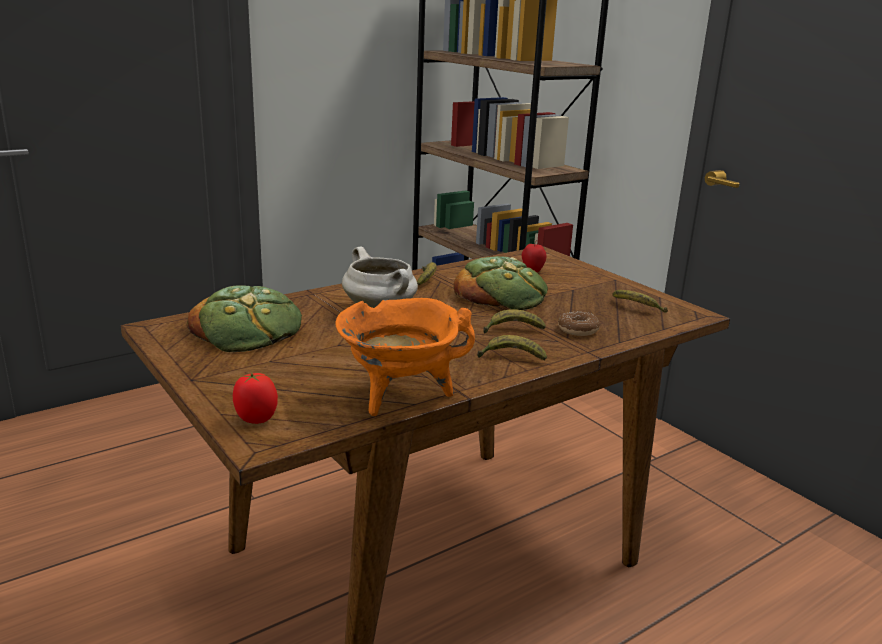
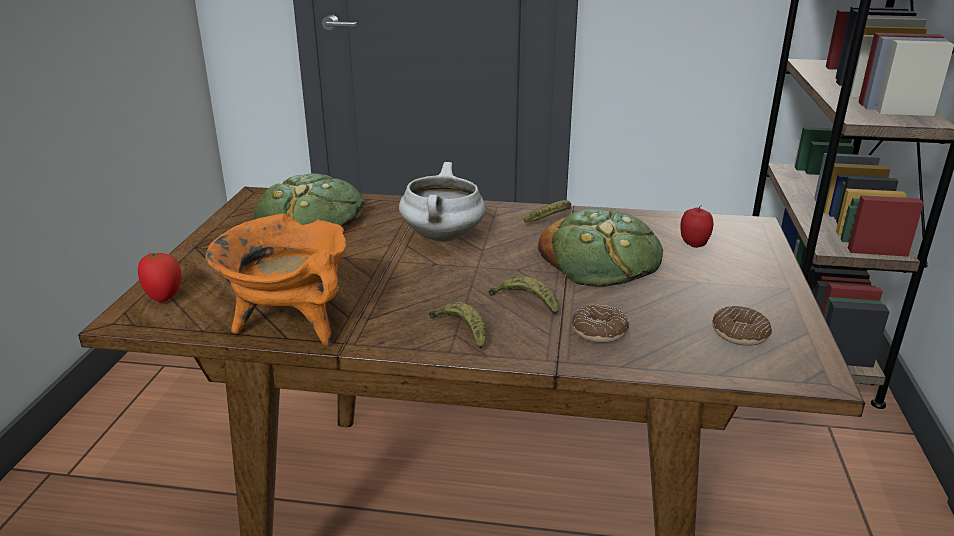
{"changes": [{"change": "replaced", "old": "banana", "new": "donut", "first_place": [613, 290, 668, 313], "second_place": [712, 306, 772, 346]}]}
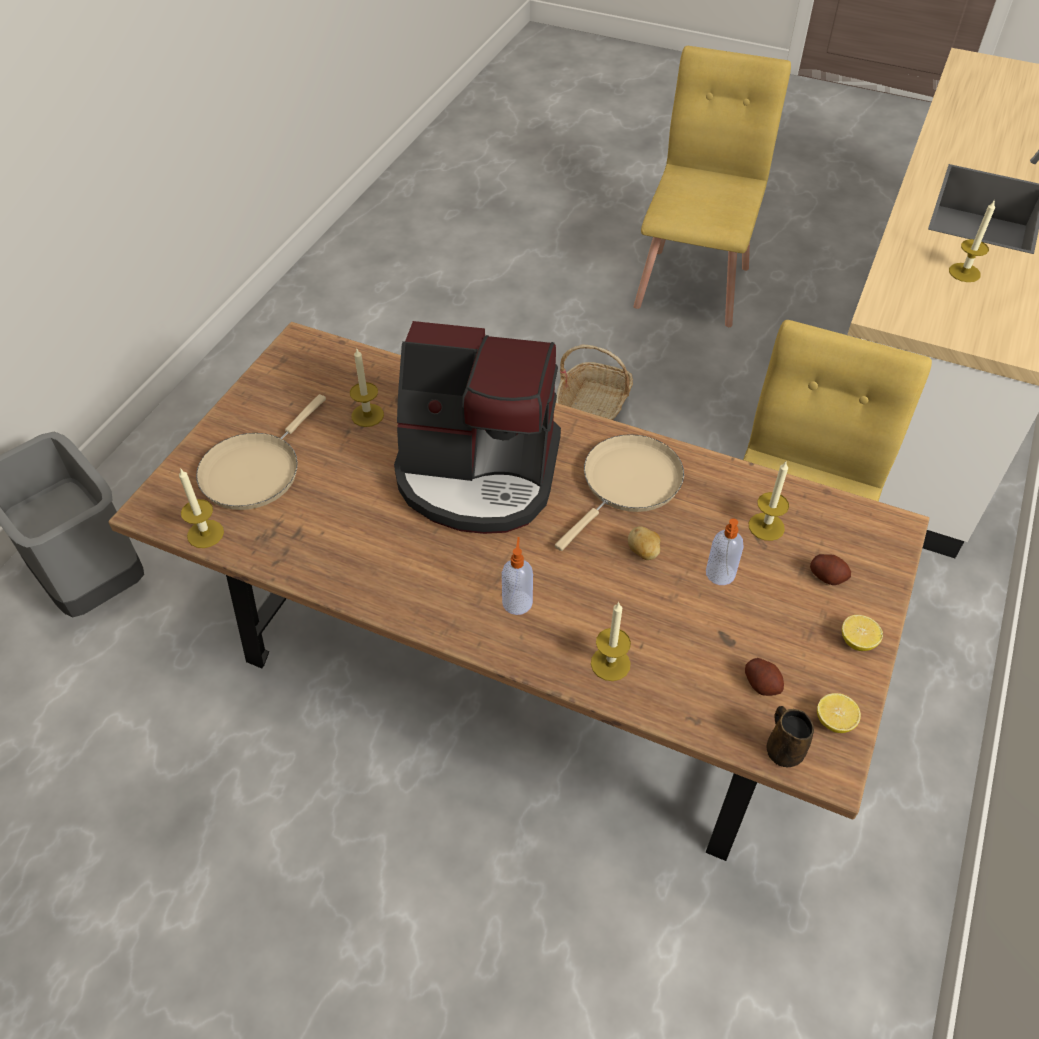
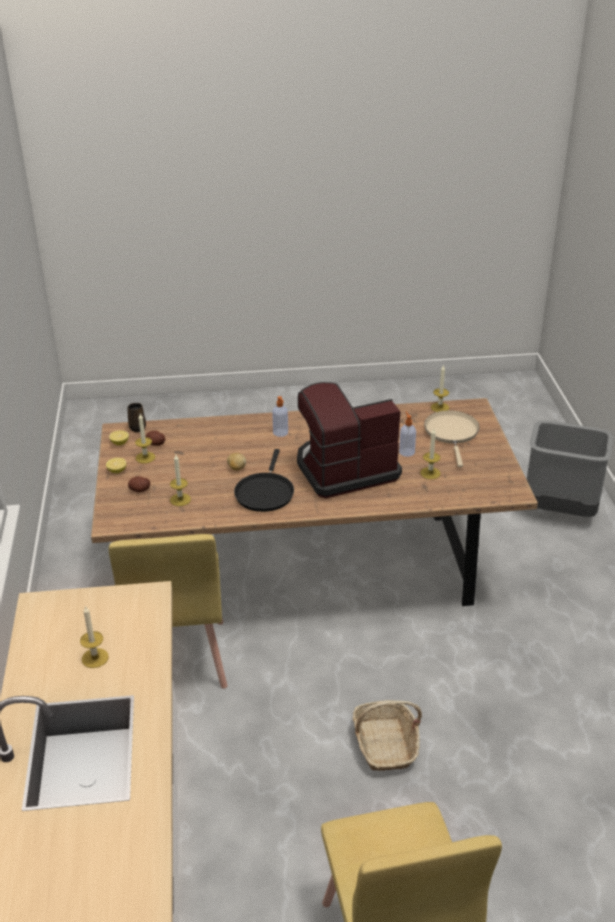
{"changes": [{"change": "recoloured", "old": "frying pan in beige", "new": "frying pan in black", "first_place": [555, 434, 684, 551], "second_place": [234, 449, 294, 512]}, {"change": "moved", "old": "candle", "first_place": [591, 602, 631, 681], "second_place": [135, 414, 155, 463]}, {"change": "moved", "old": "soap dispenser", "first_place": [706, 518, 744, 585], "second_place": [399, 412, 416, 457]}]}
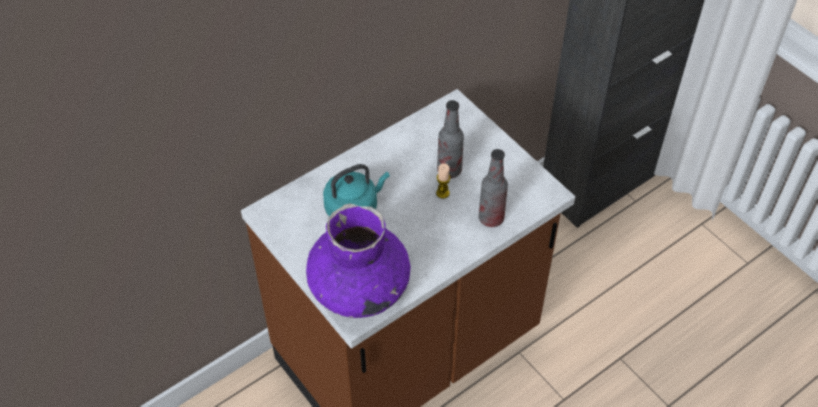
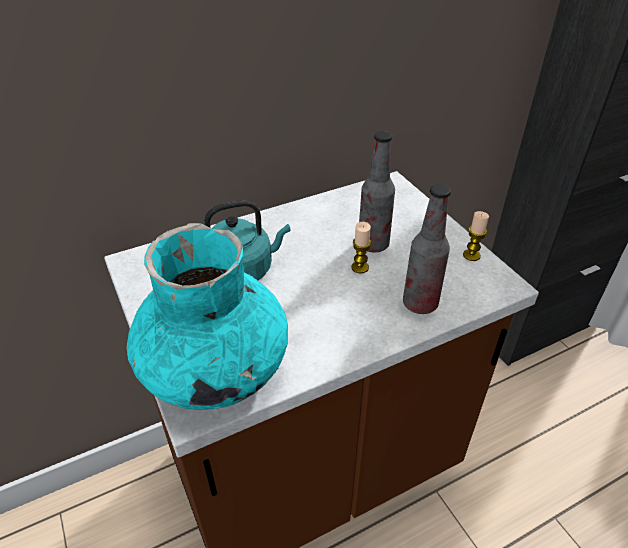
{"changes": [{"change": "recoloured", "old": "vase in purple", "new": "vase in turquoise", "first_place": [306, 204, 411, 318], "second_place": [127, 223, 288, 410]}, {"change": "added", "new": "candle", "second_place": [463, 211, 489, 261]}]}
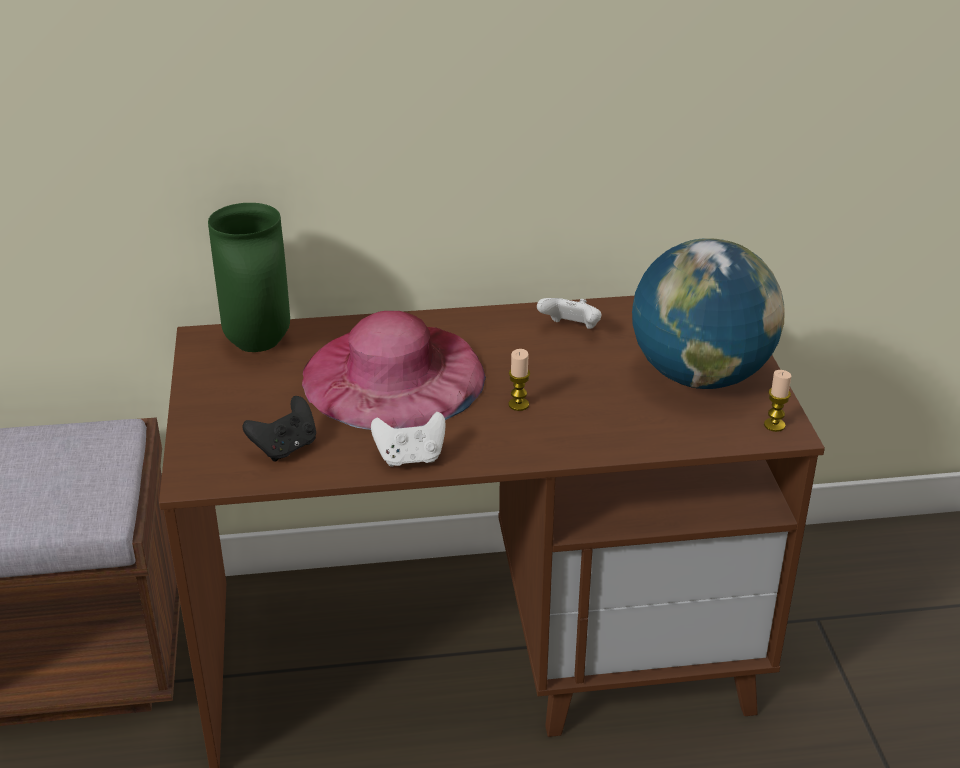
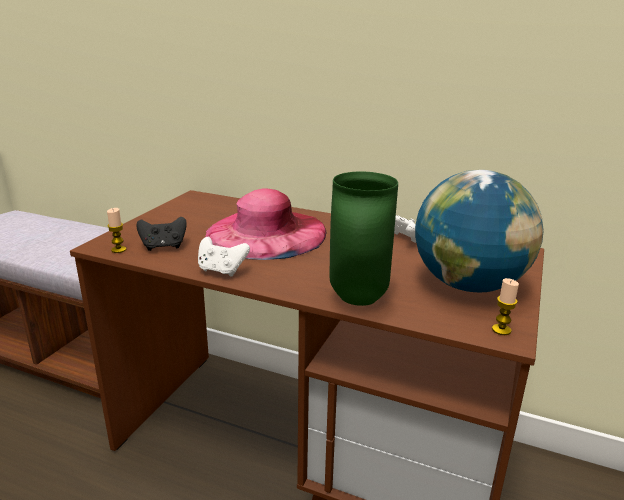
{"changes": [{"change": "moved", "old": "vase in green", "first_place": [208, 203, 290, 352], "second_place": [330, 171, 398, 306]}, {"change": "moved", "old": "candle", "first_place": [508, 349, 530, 411], "second_place": [107, 208, 126, 253]}]}
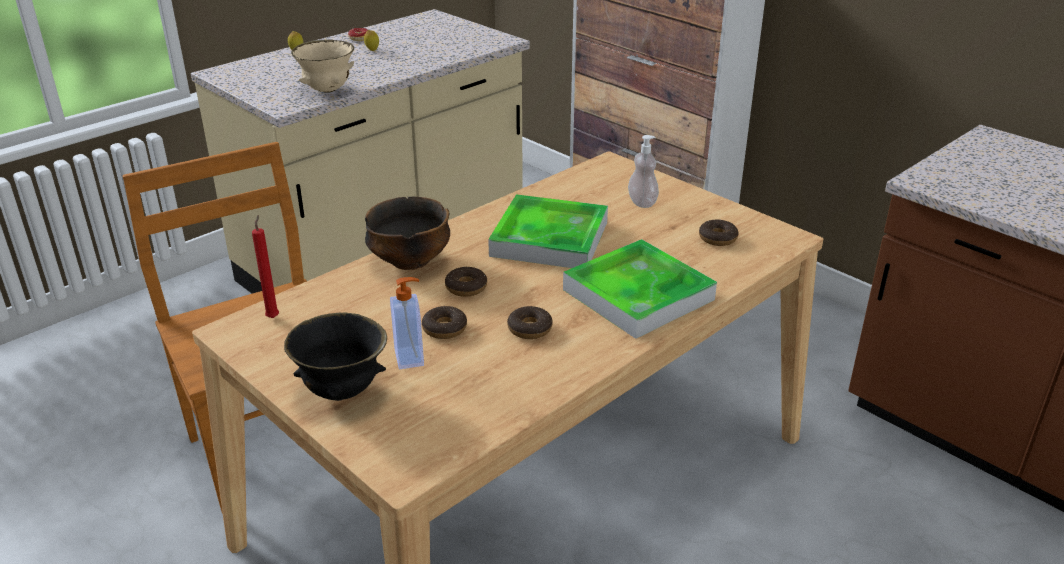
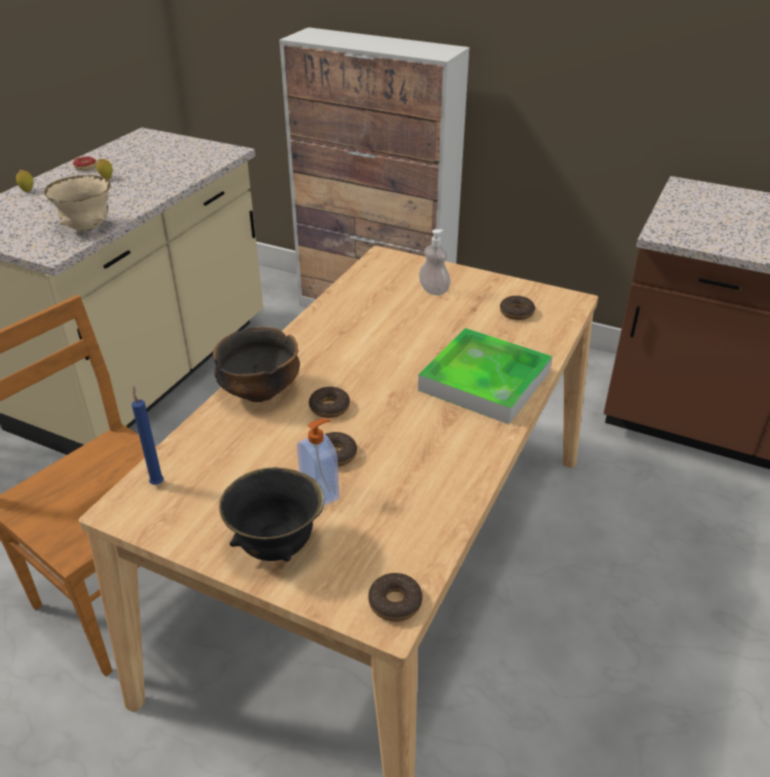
{"changes": [{"change": "recoloured", "old": "candle in red", "new": "candle in blue", "first_place": [252, 215, 279, 318], "second_place": [132, 386, 164, 485]}, {"change": "removed", "old": "tray", "first_place": [488, 194, 608, 268]}, {"change": "moved", "old": "donut", "first_place": [507, 306, 553, 339], "second_place": [368, 573, 422, 622]}]}
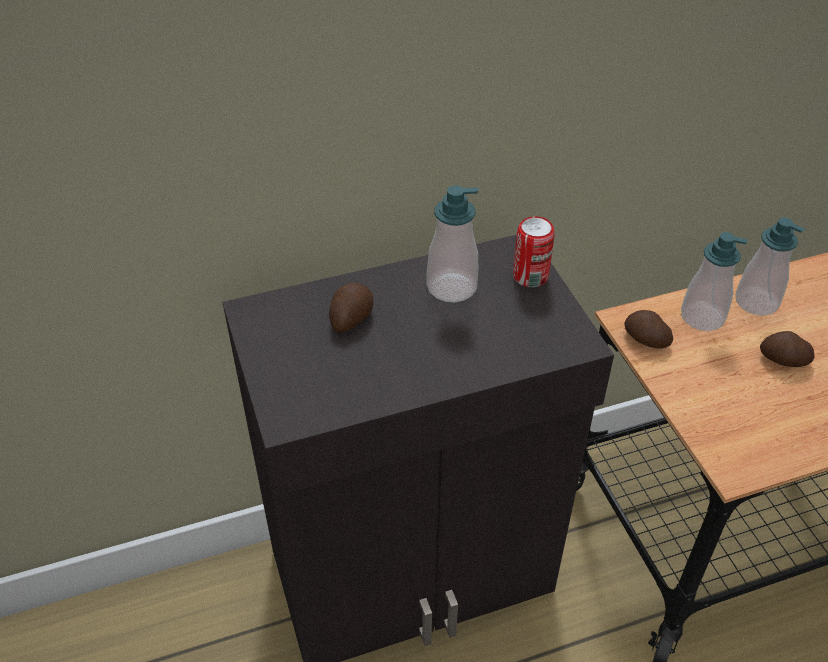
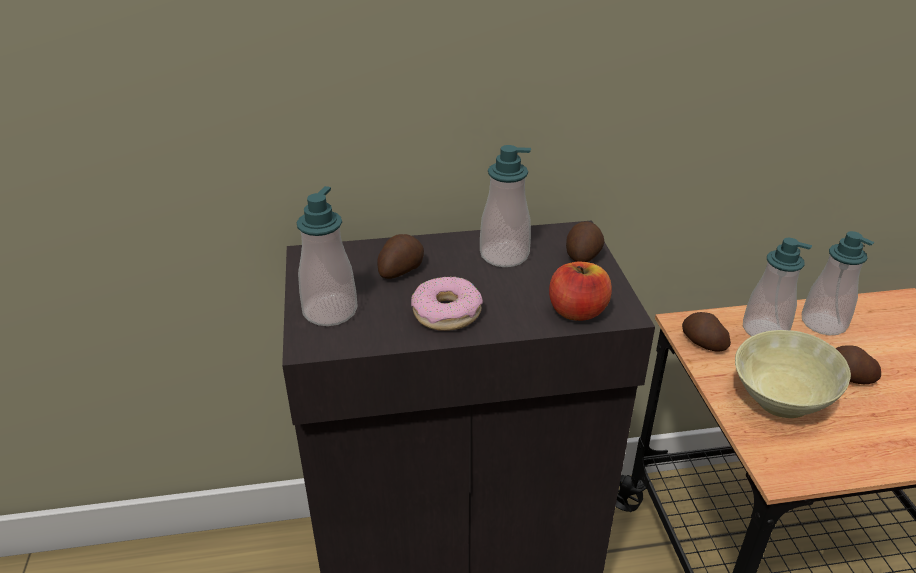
{"changes": [{"change": "replaced", "old": "can", "new": "potato", "first_place": [513, 216, 555, 287], "second_place": [566, 221, 604, 262]}, {"change": "added", "new": "soap dispenser", "second_place": [297, 186, 358, 326]}, {"change": "added", "new": "donut", "second_place": [411, 277, 483, 331]}, {"change": "added", "new": "apple", "second_place": [549, 262, 612, 321]}, {"change": "added", "new": "bowl in beige", "second_place": [735, 330, 851, 418]}]}
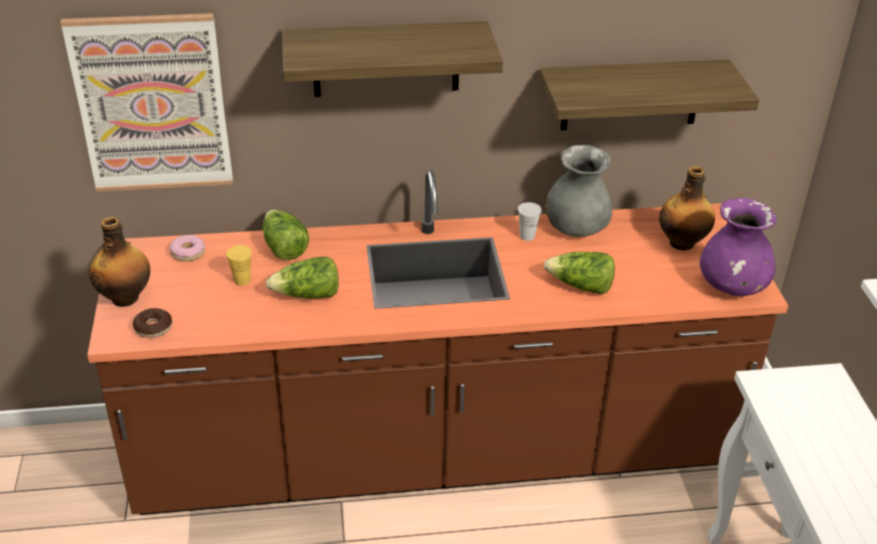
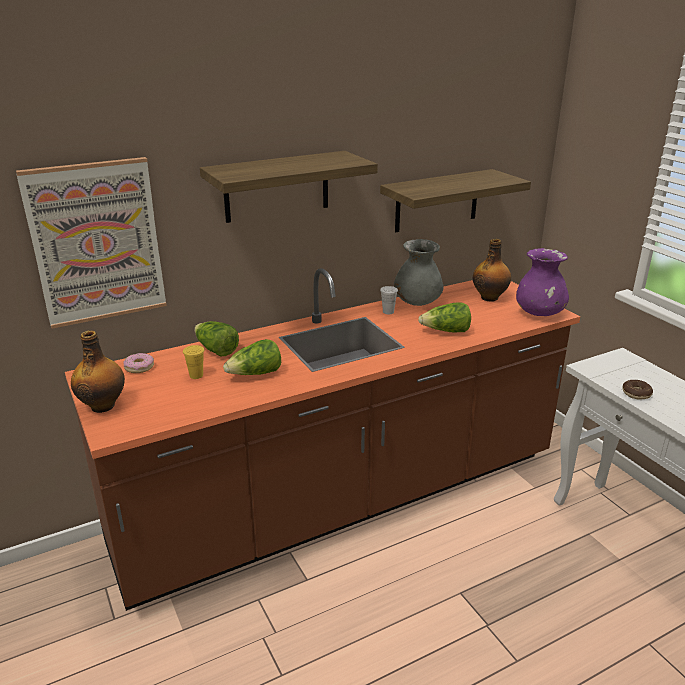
{"changes": [{"change": "moved", "old": "donut", "first_place": [133, 308, 172, 338], "second_place": [622, 380, 653, 399]}]}
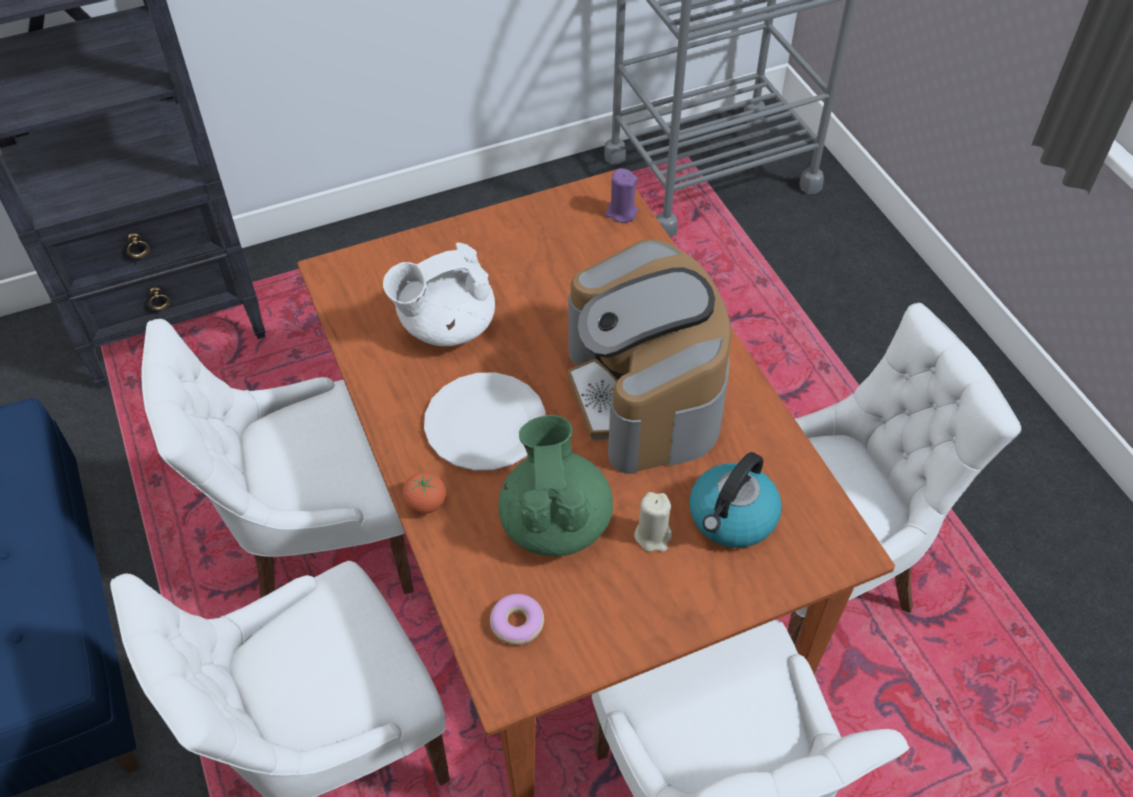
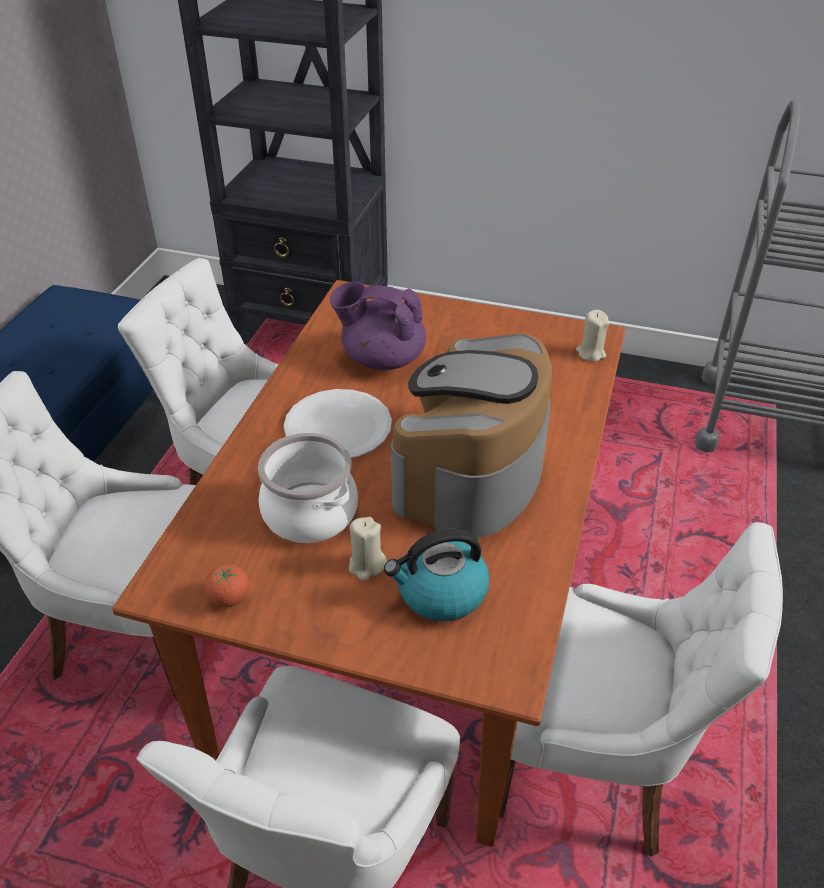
{"changes": [{"change": "recoloured", "old": "teapot in white", "new": "teapot in purple", "first_place": [383, 242, 495, 346], "second_place": [330, 282, 426, 370]}, {"change": "moved", "old": "tomato", "first_place": [403, 472, 446, 514], "second_place": [204, 564, 249, 607]}, {"change": "removed", "old": "donut", "first_place": [490, 594, 544, 645]}, {"change": "replaced", "old": "teapot in green", "new": "cooking pot", "first_place": [498, 415, 613, 556], "second_place": [258, 433, 358, 543]}, {"change": "recoloured", "old": "candle in purple", "new": "candle in beige", "first_place": [605, 168, 638, 223], "second_place": [576, 310, 609, 362]}]}
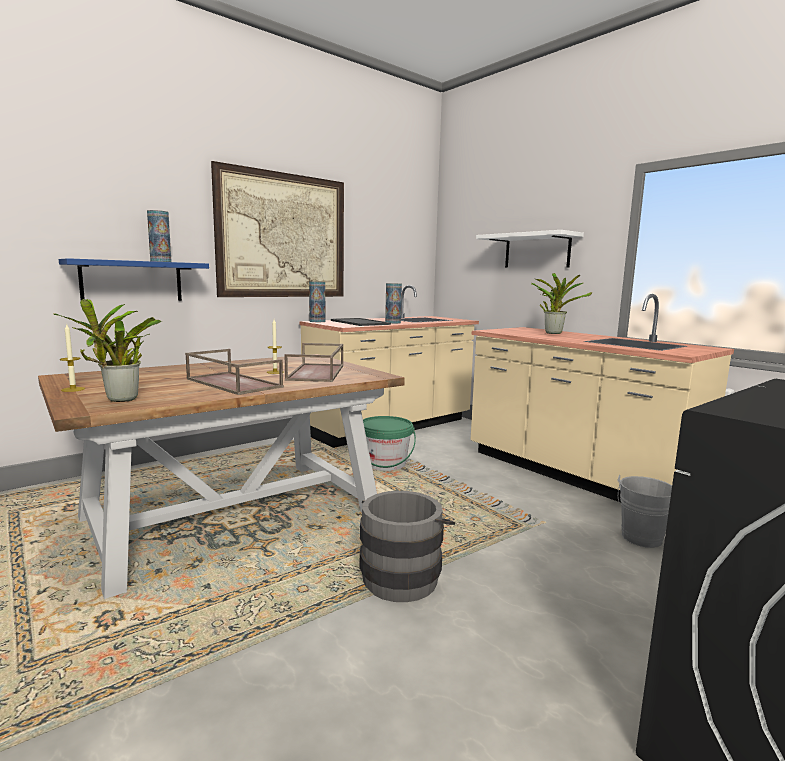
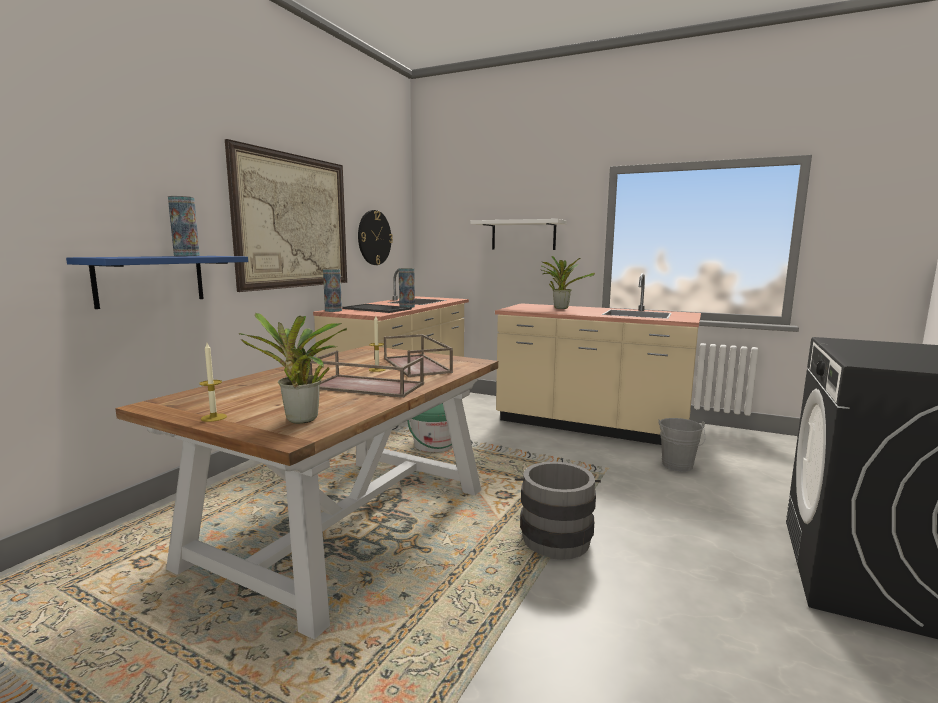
{"changes": [{"change": "added", "new": "wall clock", "second_place": [358, 210, 393, 265]}]}
